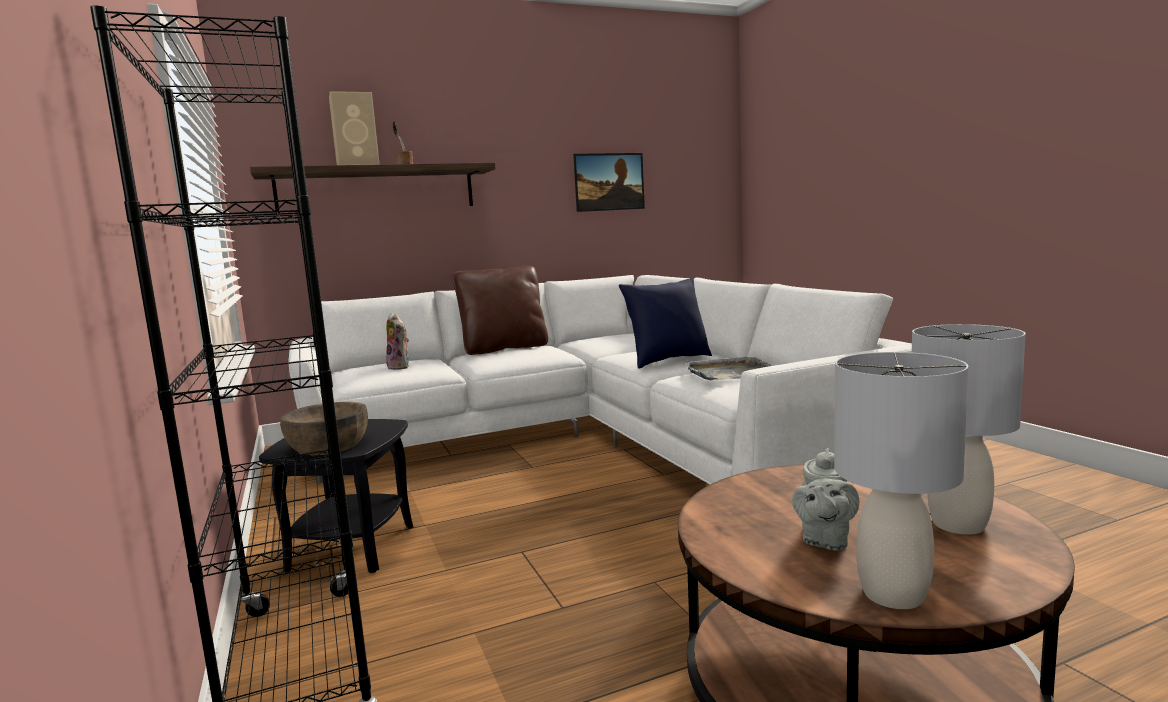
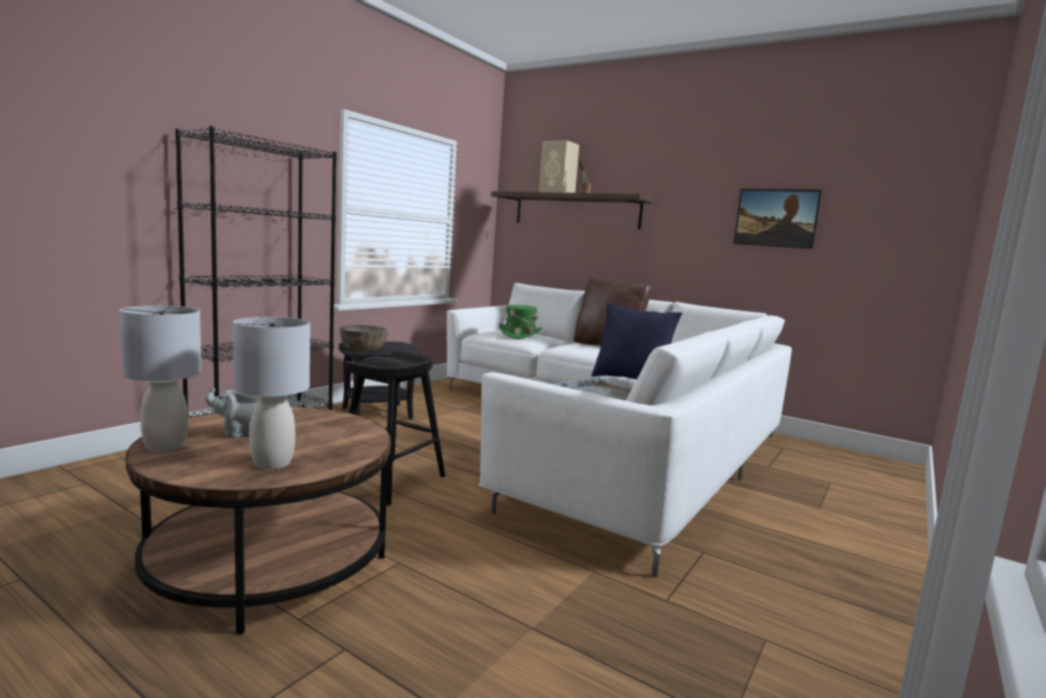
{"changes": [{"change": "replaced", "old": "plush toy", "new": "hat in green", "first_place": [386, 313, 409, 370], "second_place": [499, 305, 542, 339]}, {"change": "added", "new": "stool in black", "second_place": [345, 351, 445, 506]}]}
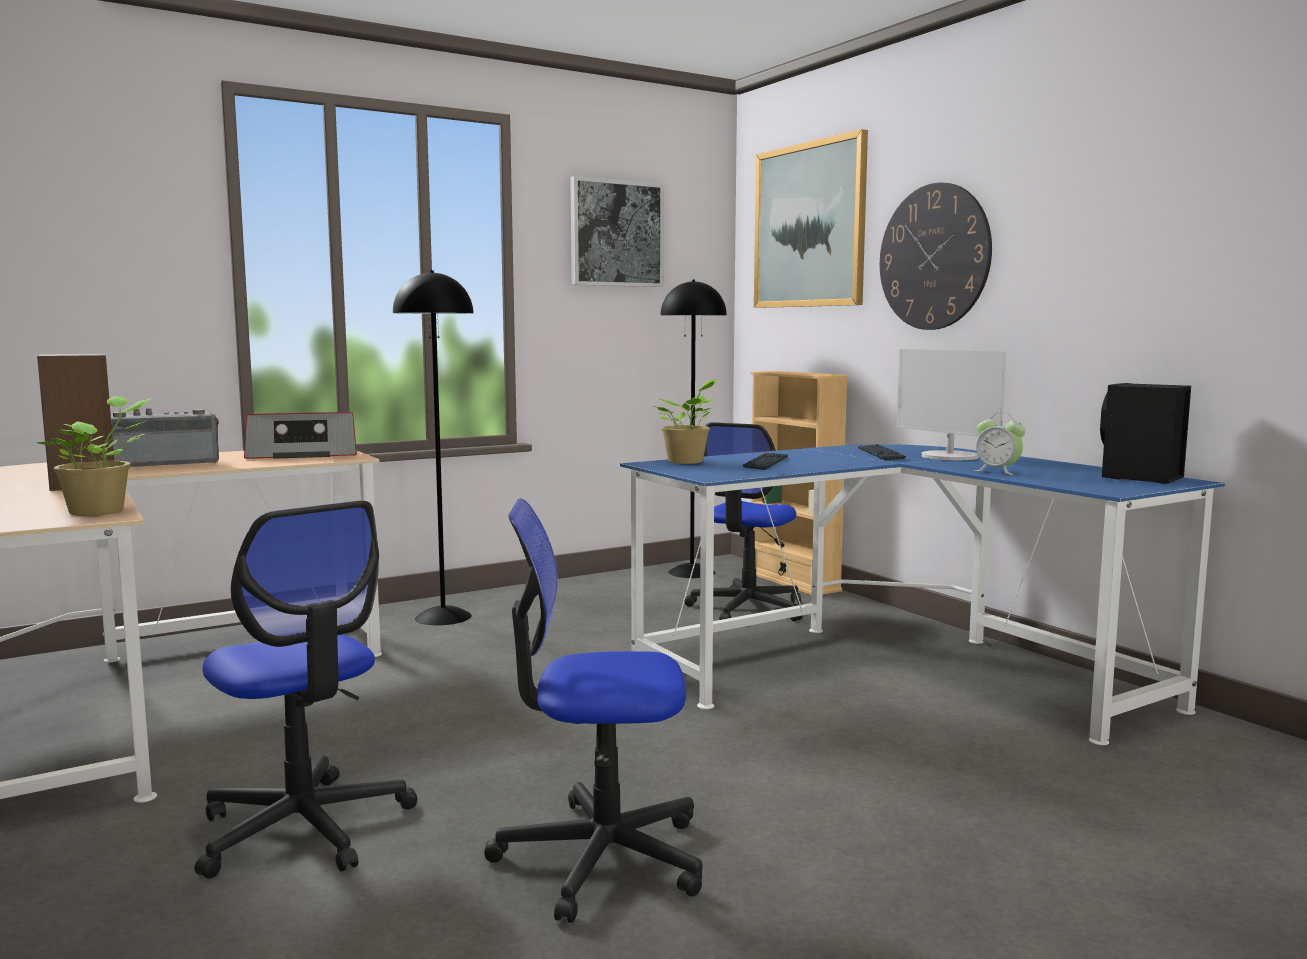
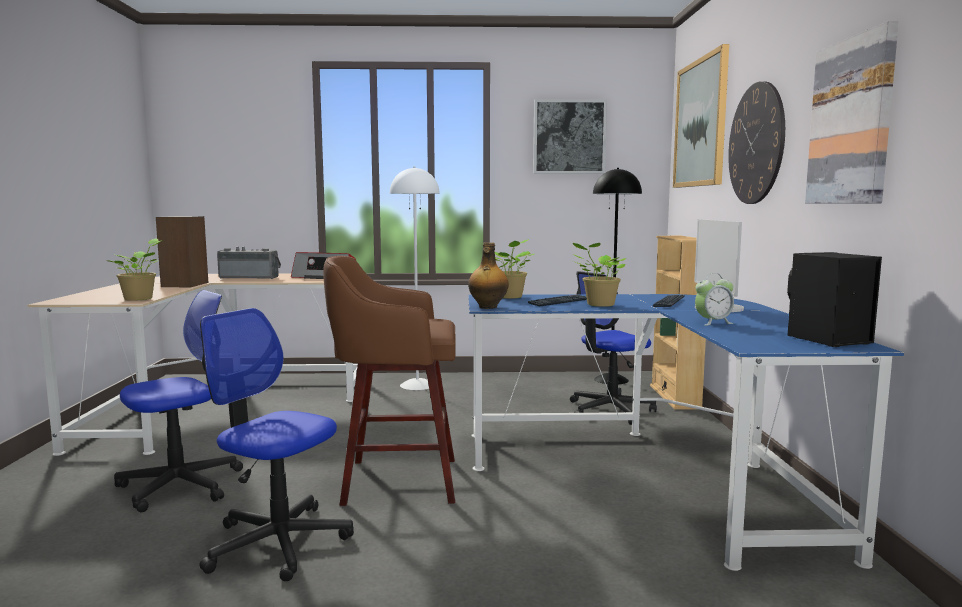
{"changes": [{"change": "turned", "old": "office chair", "first_place": [194, 501, 417, 878], "second_place": [114, 290, 243, 512], "degrees": -120}, {"change": "recoloured", "old": "floor lamp in black", "new": "floor lamp in white", "first_place": [393, 270, 474, 625], "second_place": [390, 167, 440, 390]}, {"change": "turned", "old": "alarm clock", "first_place": [974, 412, 1025, 475], "second_place": [695, 273, 734, 325], "degrees": -90}, {"change": "added", "new": "stool in brown", "second_place": [323, 256, 456, 506]}, {"change": "added", "new": "bottle", "second_place": [468, 243, 509, 309]}, {"change": "added", "new": "potted plant", "second_place": [572, 242, 626, 307]}, {"change": "added", "new": "picture", "second_place": [805, 21, 899, 204]}]}
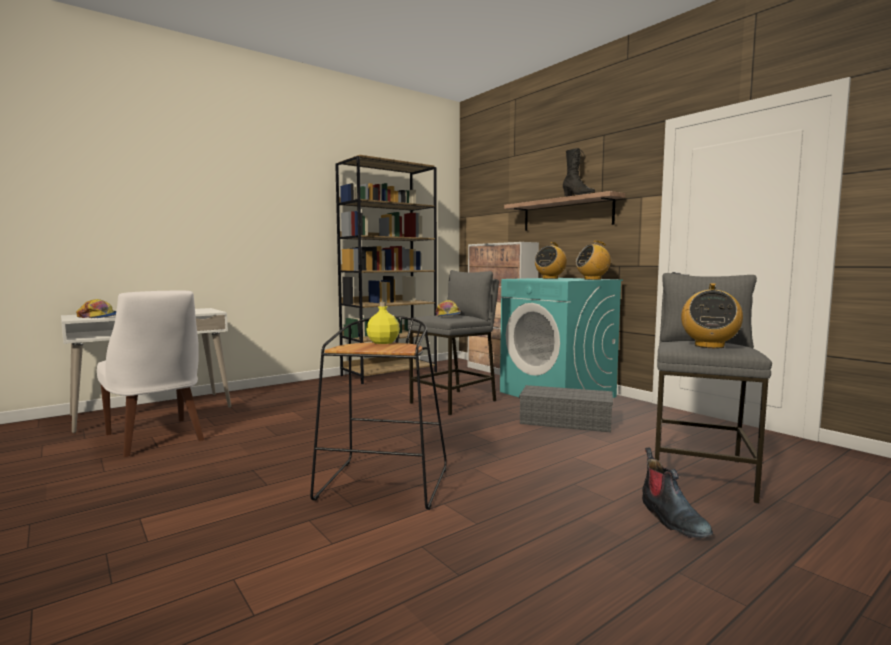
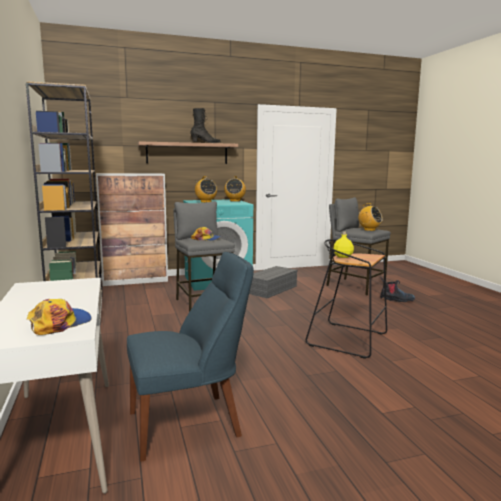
{"changes": [{"change": "recoloured", "old": "chair in white", "new": "chair in blue", "first_place": [97, 290, 204, 457], "second_place": [127, 252, 254, 462]}]}
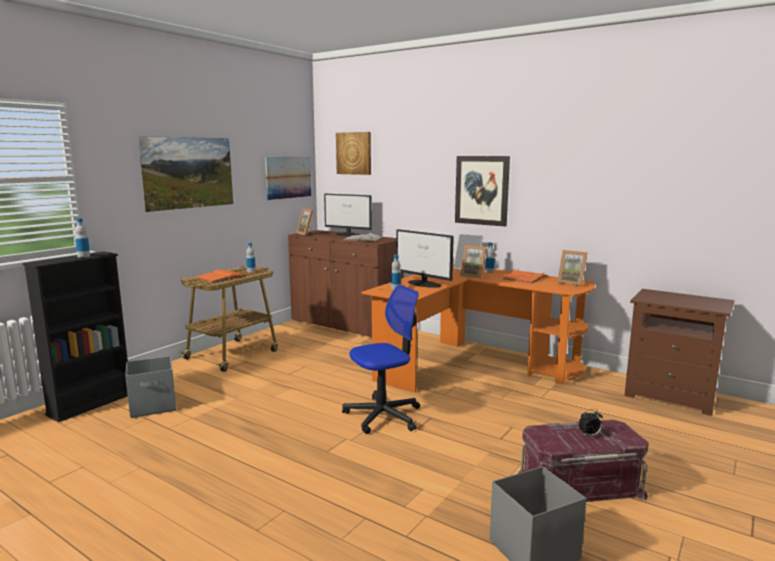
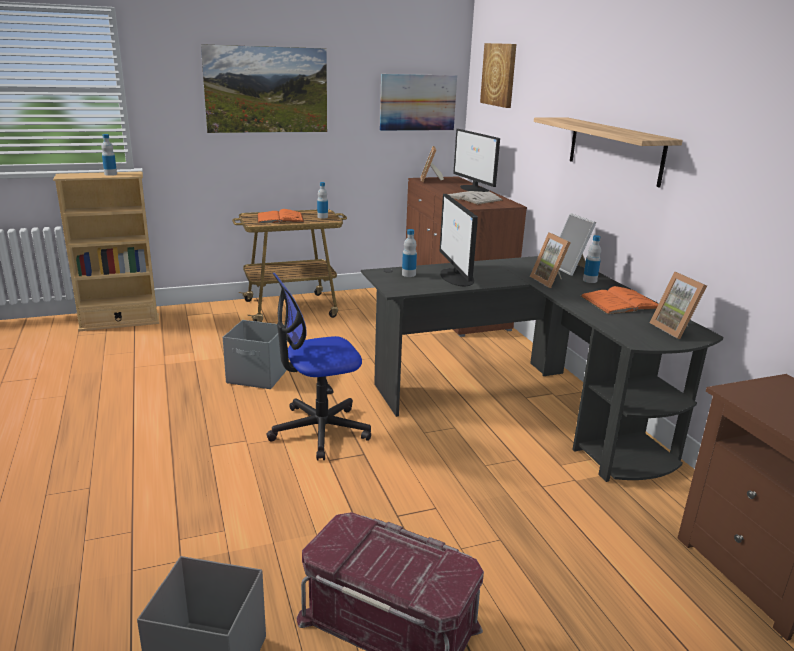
{"changes": [{"change": "recoloured", "old": "bookcase in black", "new": "bookcase in beige", "first_place": [23, 251, 128, 422], "second_place": [53, 172, 159, 331]}, {"change": "moved", "old": "storage box in grey", "first_place": [125, 356, 176, 418], "second_place": [223, 320, 287, 389]}, {"change": "turned", "old": "office chair", "first_place": [342, 285, 420, 434], "second_place": [266, 273, 371, 460], "degrees": 150}, {"change": "recoloured", "old": "desk in orange", "new": "desk in black", "first_place": [361, 264, 595, 393], "second_place": [361, 256, 723, 482]}, {"change": "replaced", "old": "picture", "new": "shelf", "first_place": [455, 156, 510, 227], "second_place": [534, 118, 683, 188]}, {"change": "removed", "old": "alarm clock", "first_place": [579, 409, 603, 437]}]}
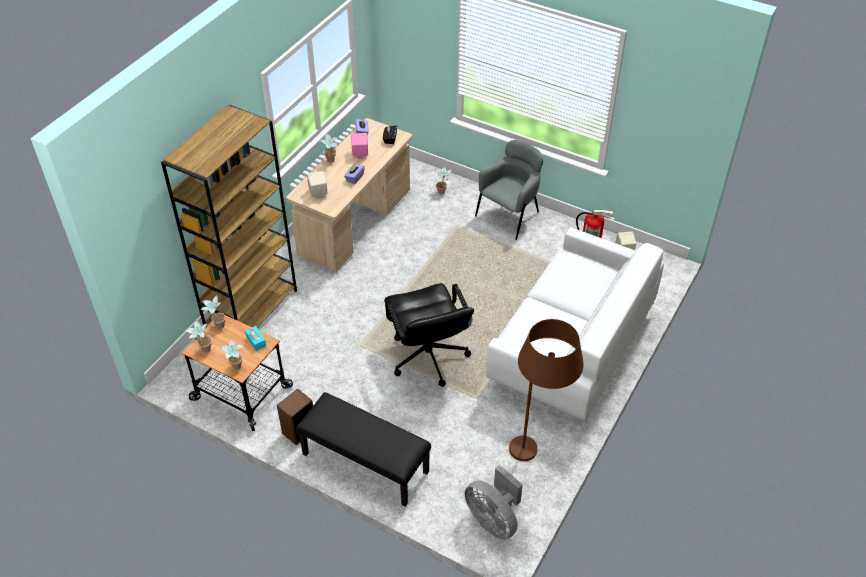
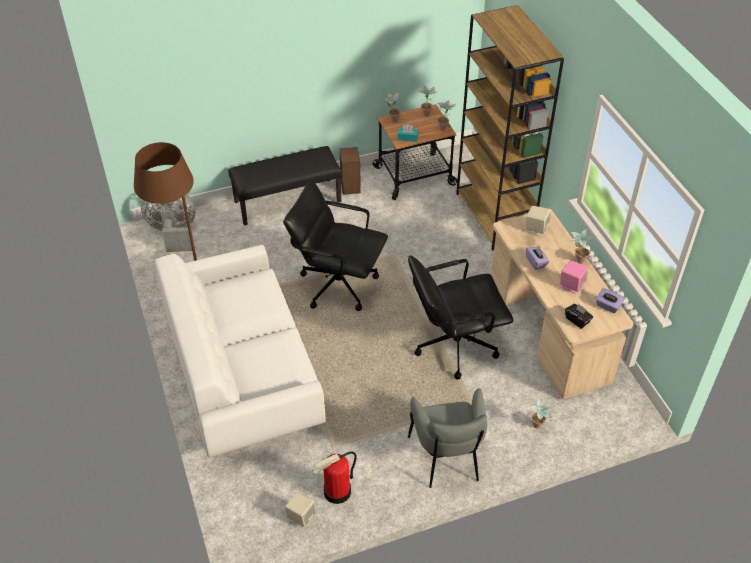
{"changes": [{"change": "added", "new": "office chair in black", "second_place": [408, 256, 513, 380]}]}
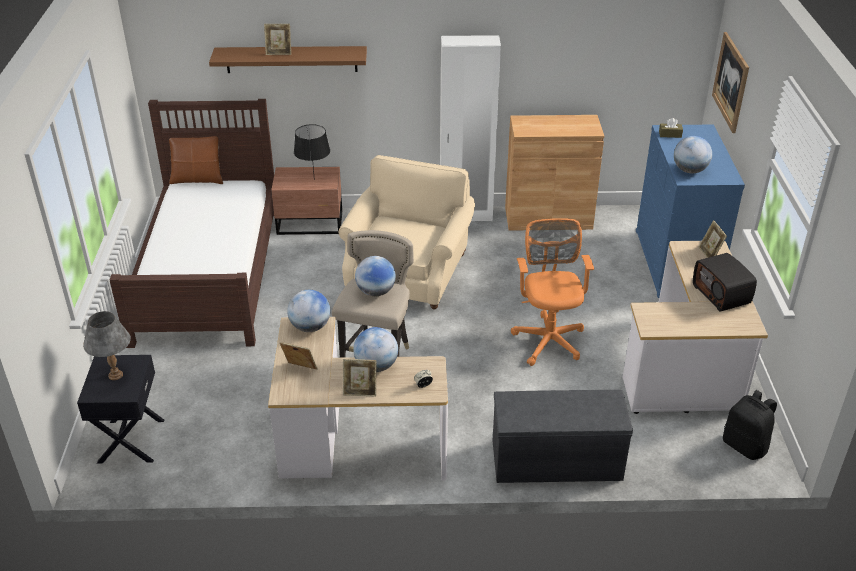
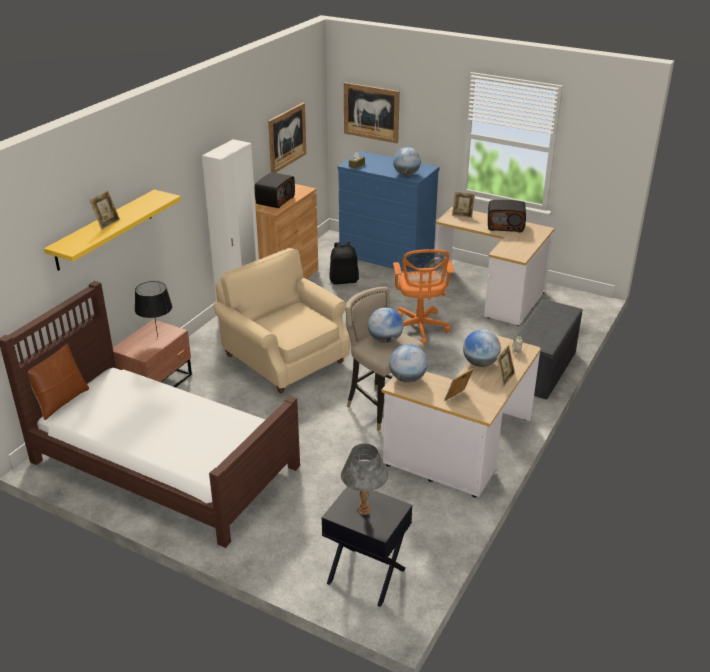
{"changes": [{"change": "recoloured", "old": "shelf in brown", "new": "shelf in yellow", "first_place": [209, 46, 367, 73], "second_place": [44, 190, 181, 271]}, {"change": "turned", "old": "office chair in orange", "first_place": [511, 218, 594, 366], "second_place": [393, 249, 454, 344], "degrees": -120}, {"change": "moved", "old": "backpack in black", "first_place": [723, 390, 777, 460], "second_place": [330, 241, 359, 285]}, {"change": "added", "new": "radio", "second_place": [255, 172, 295, 208]}, {"change": "added", "new": "picture", "second_place": [268, 103, 306, 173]}]}
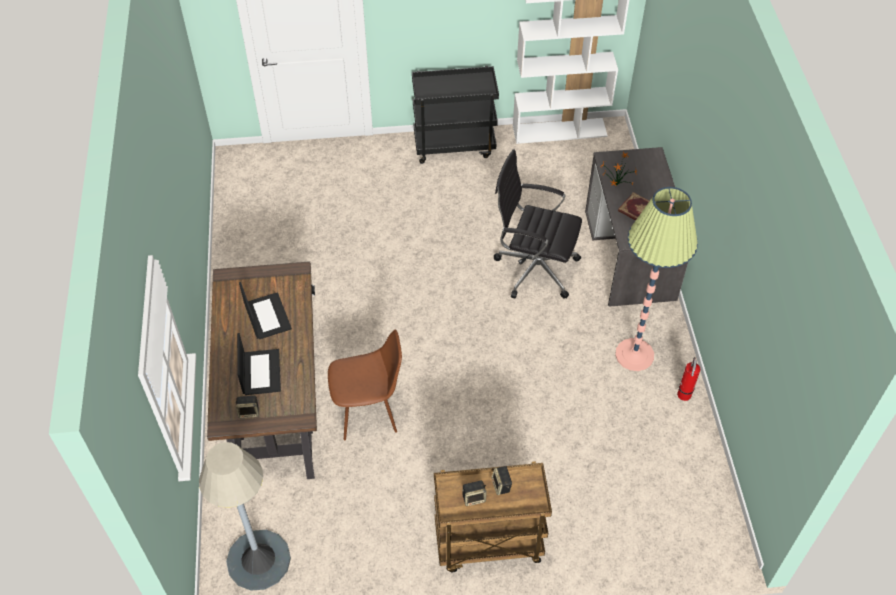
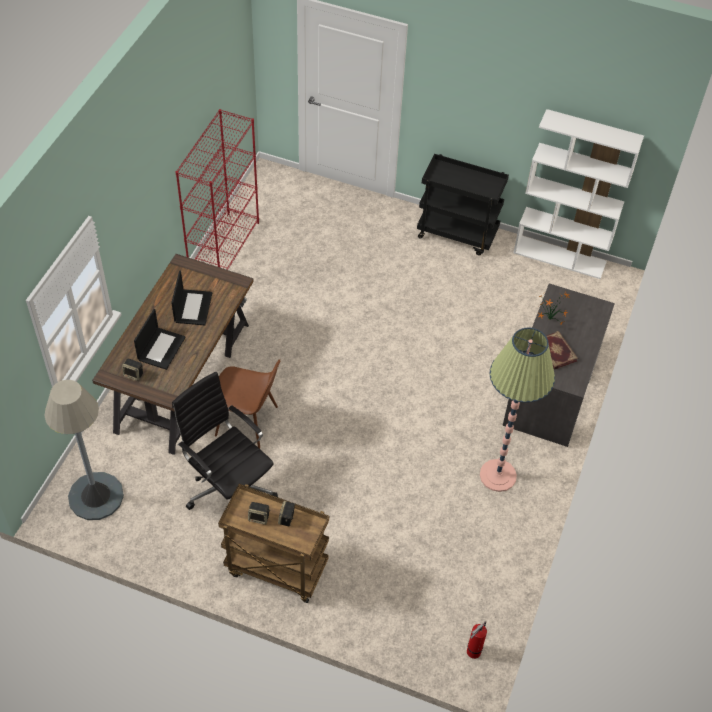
{"changes": [{"change": "moved", "old": "office chair in black", "first_place": [494, 149, 582, 299], "second_place": [172, 371, 278, 510]}, {"change": "moved", "old": "fire extinguisher", "first_place": [677, 357, 700, 401], "second_place": [467, 621, 487, 659]}, {"change": "added", "new": "bookcase in red", "second_place": [176, 109, 259, 270]}]}
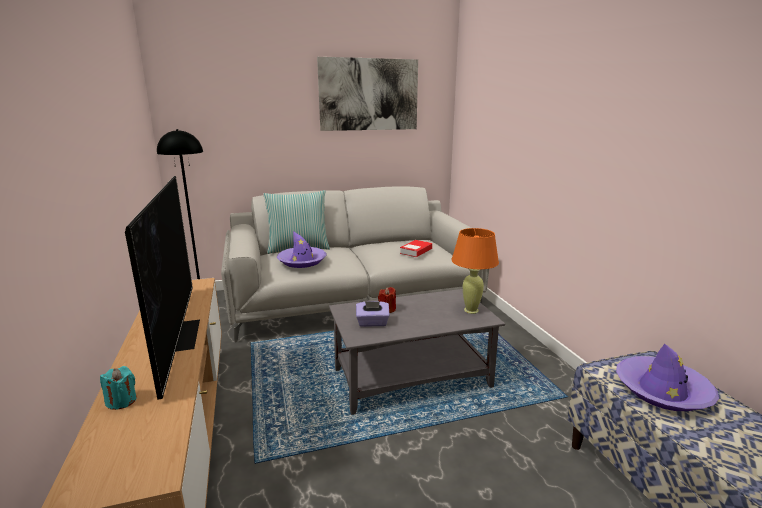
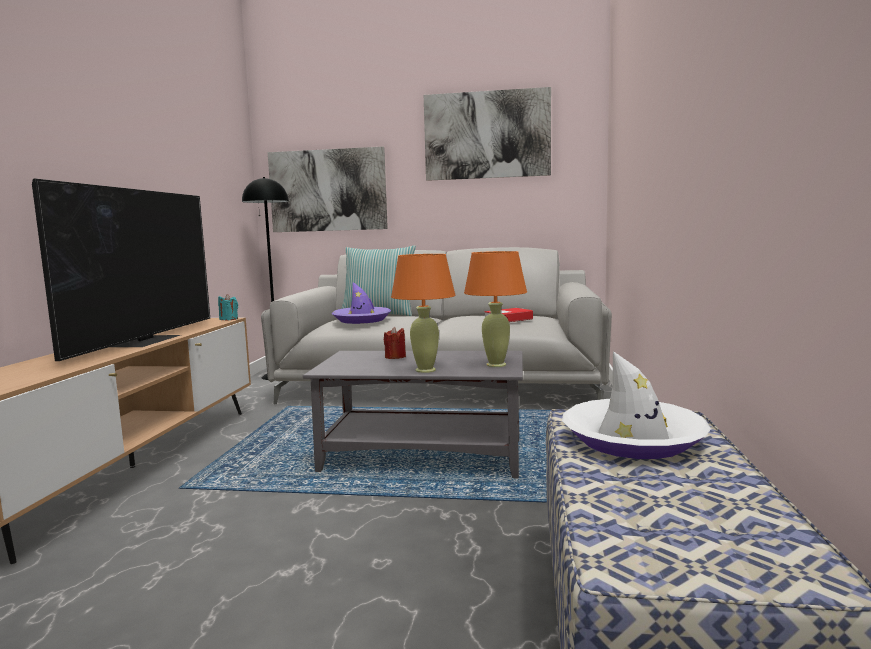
{"changes": [{"change": "moved", "old": "candle in turquoise", "first_place": [100, 366, 137, 410], "second_place": [218, 294, 238, 320]}, {"change": "removed", "old": "tissue box in purple", "first_place": [356, 301, 390, 327]}, {"change": "recoloured", "old": "hat in purple", "new": "hat in white", "first_place": [616, 344, 719, 411], "second_place": [562, 351, 711, 459]}, {"change": "added", "new": "picture", "second_place": [268, 146, 388, 232]}, {"change": "added", "new": "table lamp in orange", "second_place": [391, 254, 455, 373]}]}
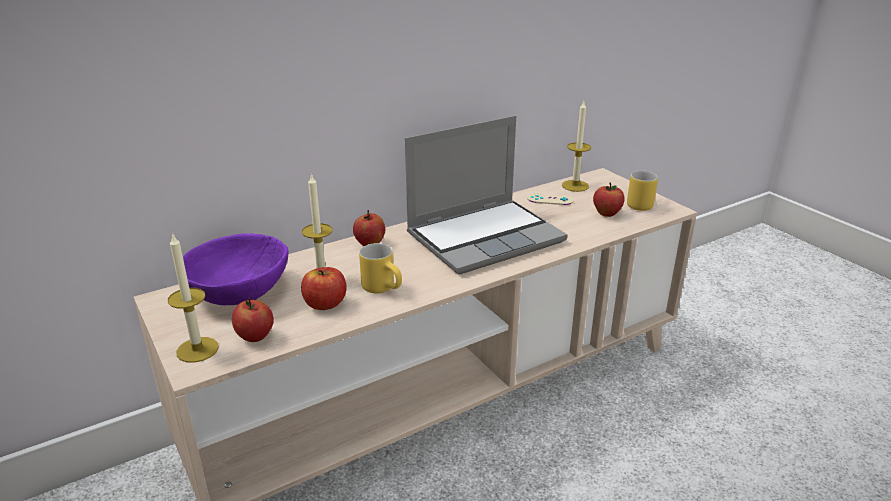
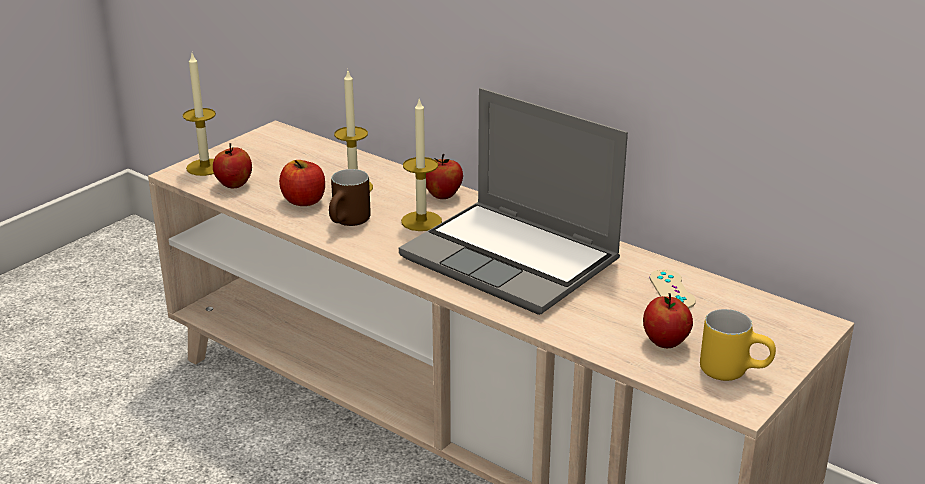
{"changes": [{"change": "removed", "old": "bowl in purple", "first_place": [183, 233, 289, 305]}, {"change": "recoloured", "old": "mug in yellow", "new": "mug in brown", "first_place": [359, 243, 402, 294], "second_place": [329, 169, 371, 226]}, {"change": "moved", "old": "candle", "first_place": [562, 101, 591, 192], "second_place": [401, 97, 442, 231]}]}
